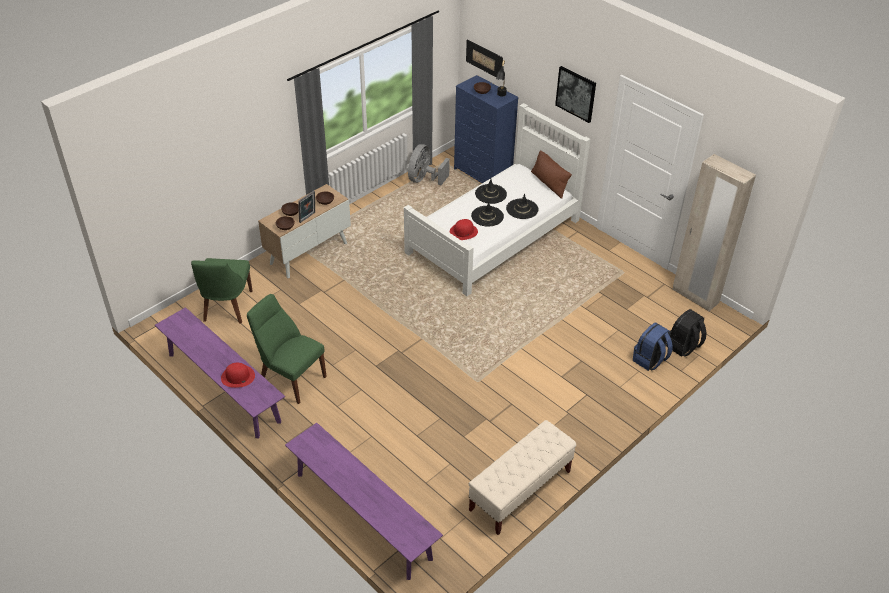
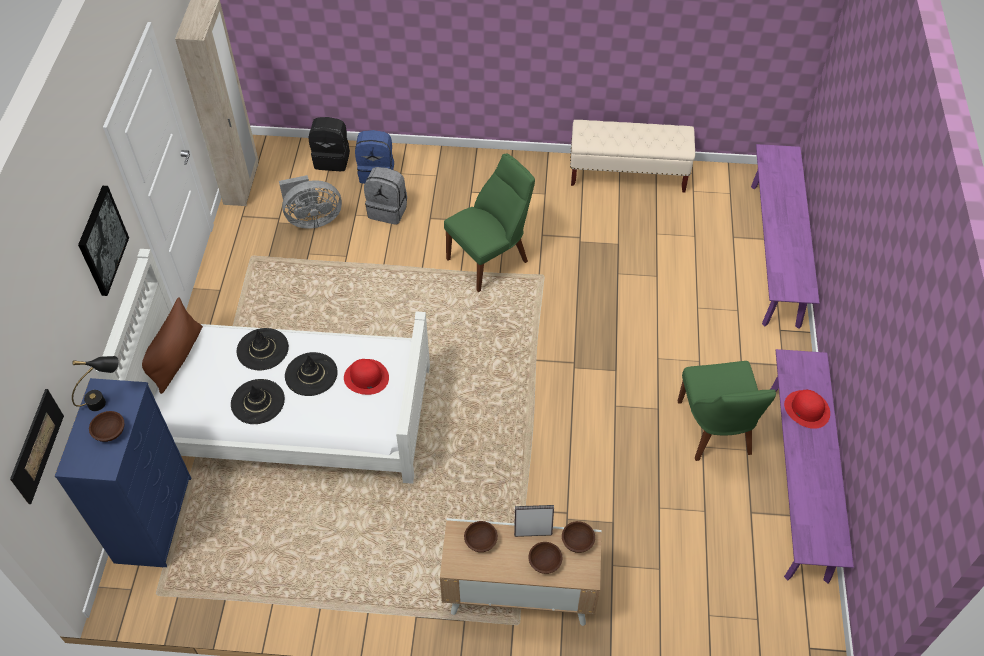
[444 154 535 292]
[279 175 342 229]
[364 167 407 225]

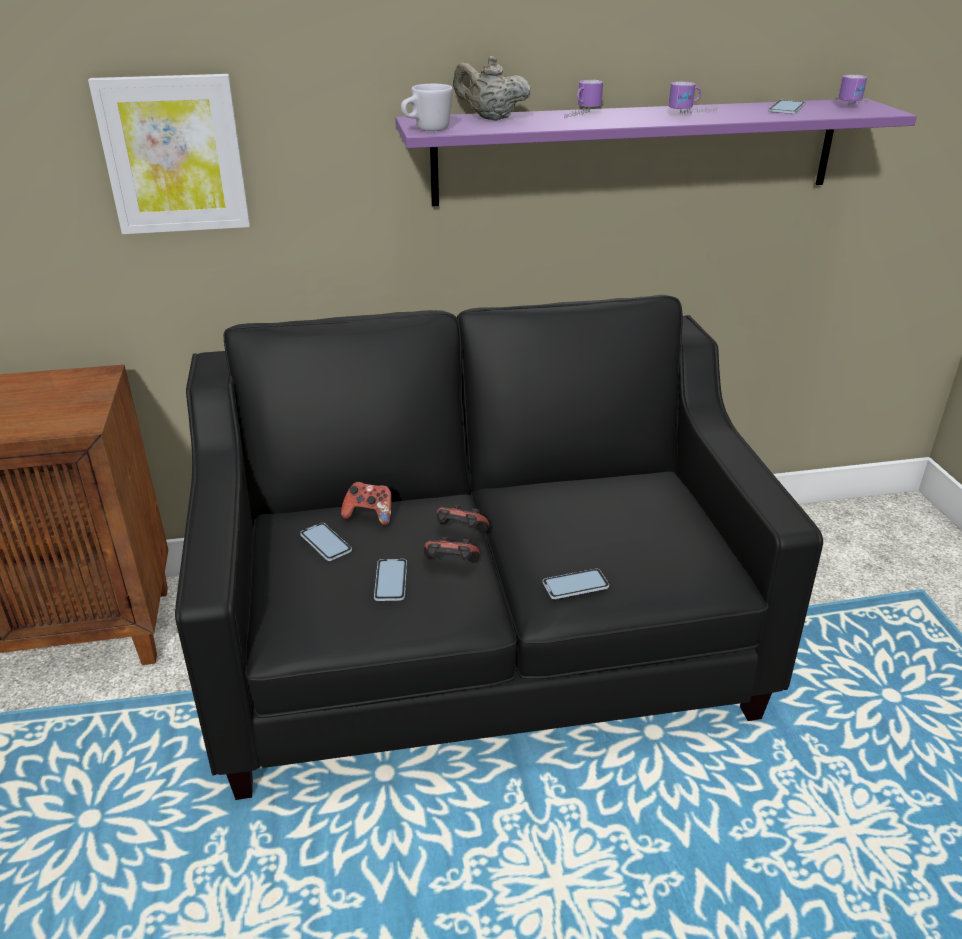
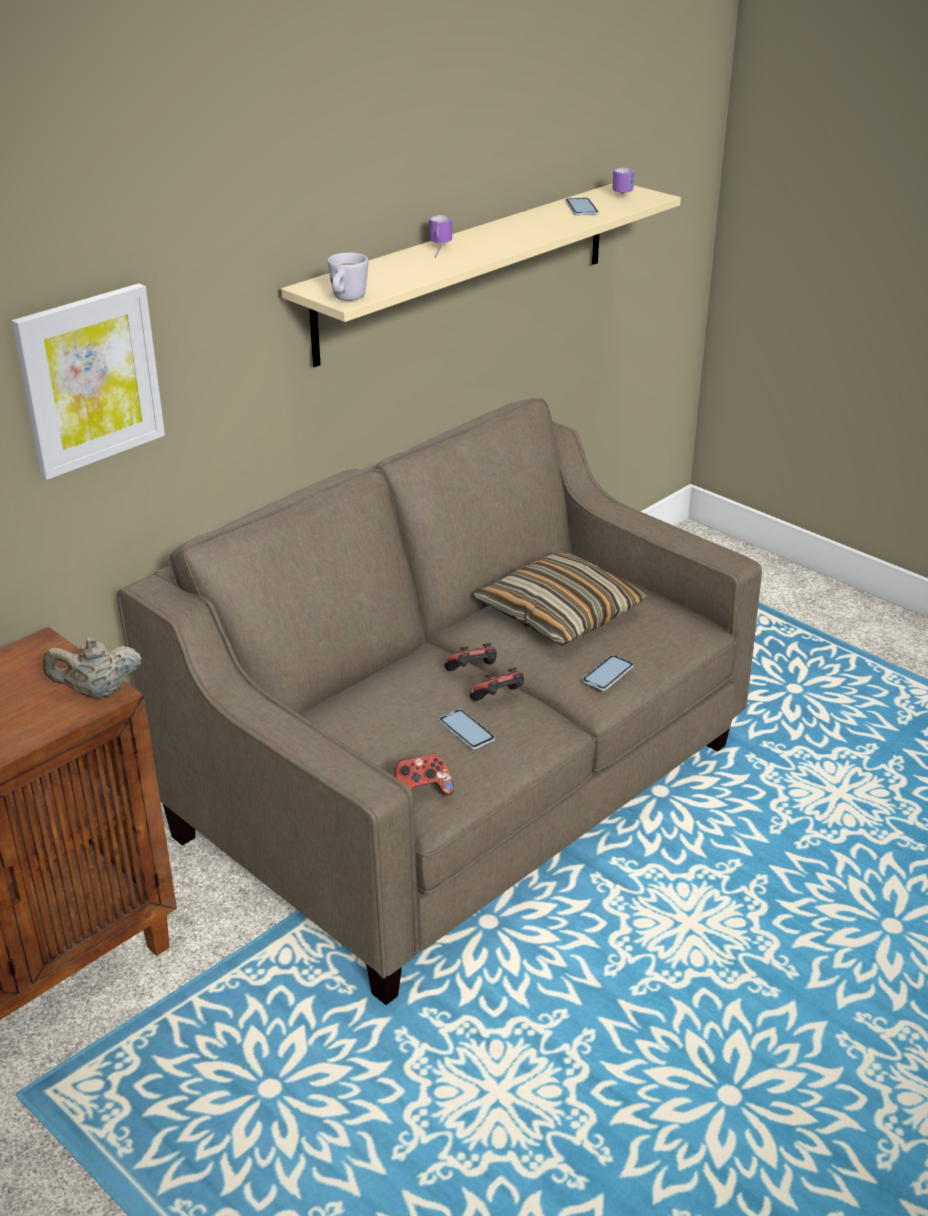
[117 398 762 1005]
[300 523 352 561] (first image)
[394 753 454 795]
[281 183 681 367]
[43 637 142 698]
[669 81 717 114] (first image)
[474 551 647 646]

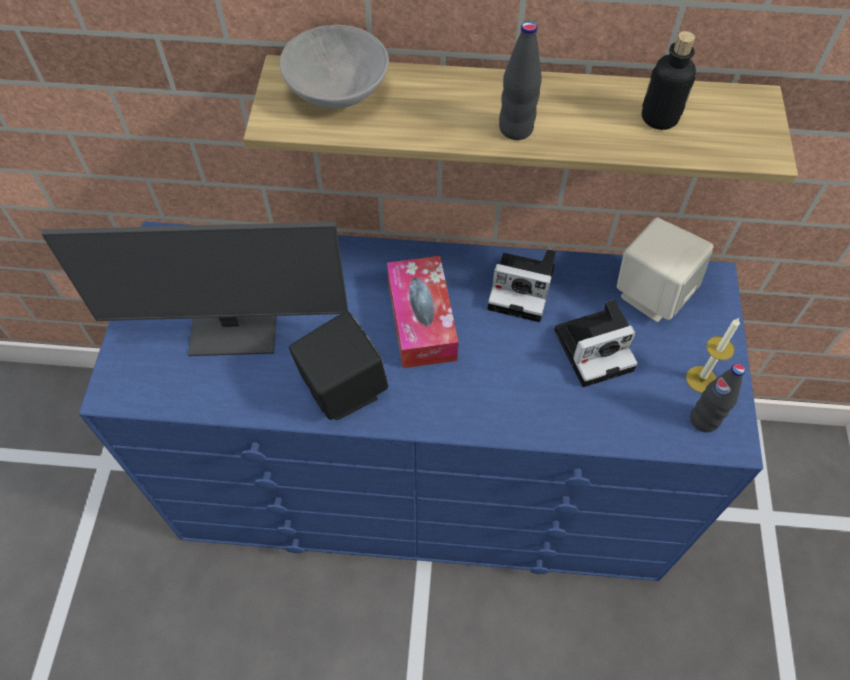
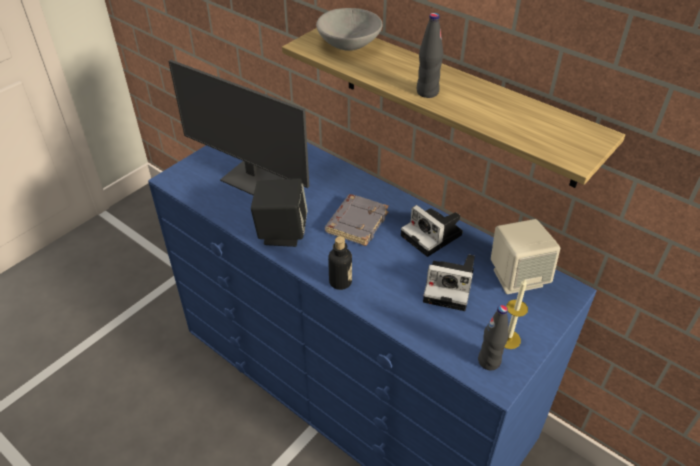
[325 194 389 246]
[328 236 352 290]

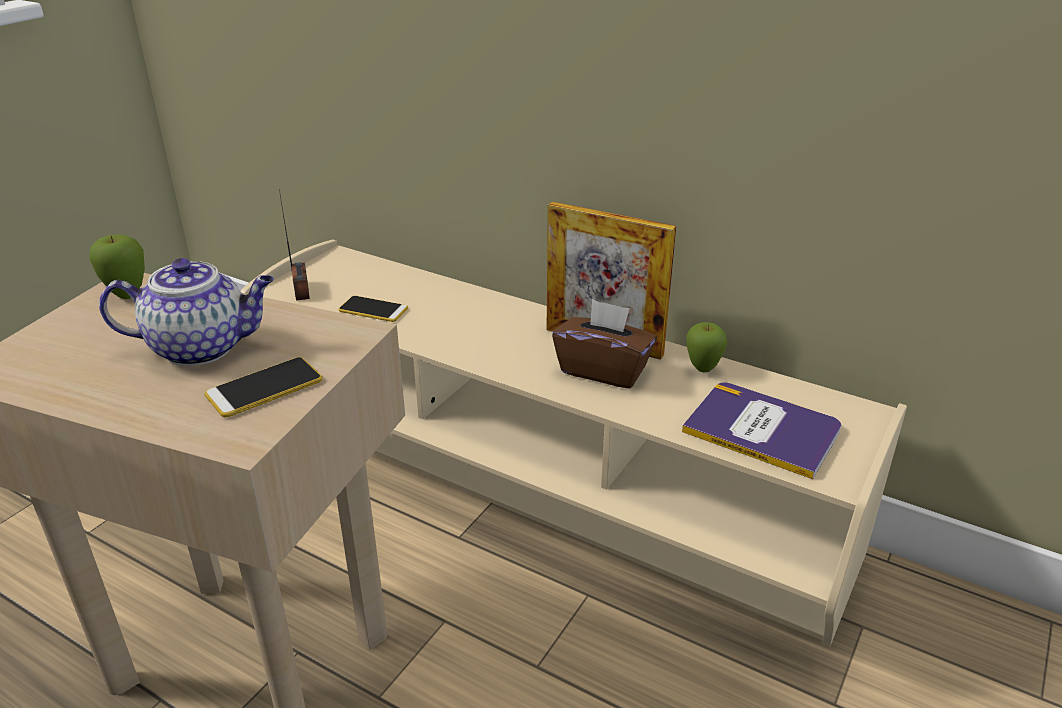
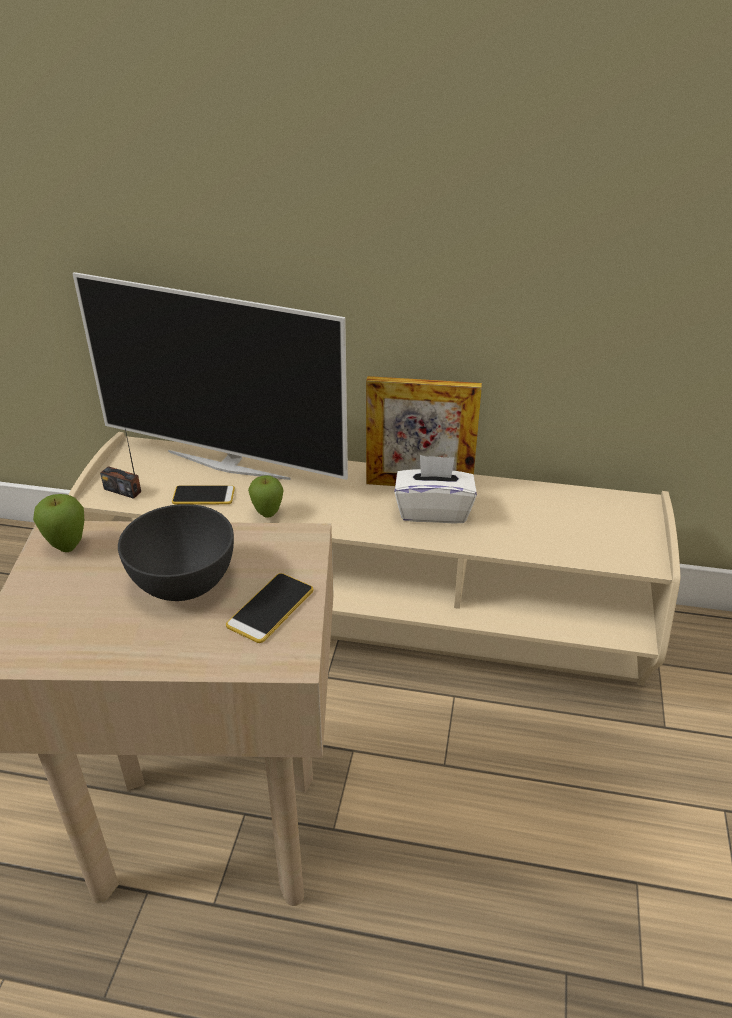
[118 504 234 601]
[100 409 141 499]
[394 455 477 524]
[682 382 841 479] (first image)
[248 475 284 518]
[72 272 348 480]

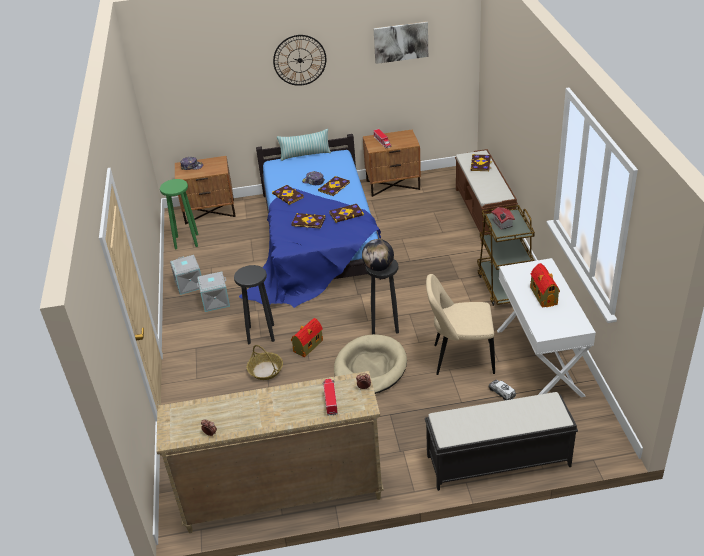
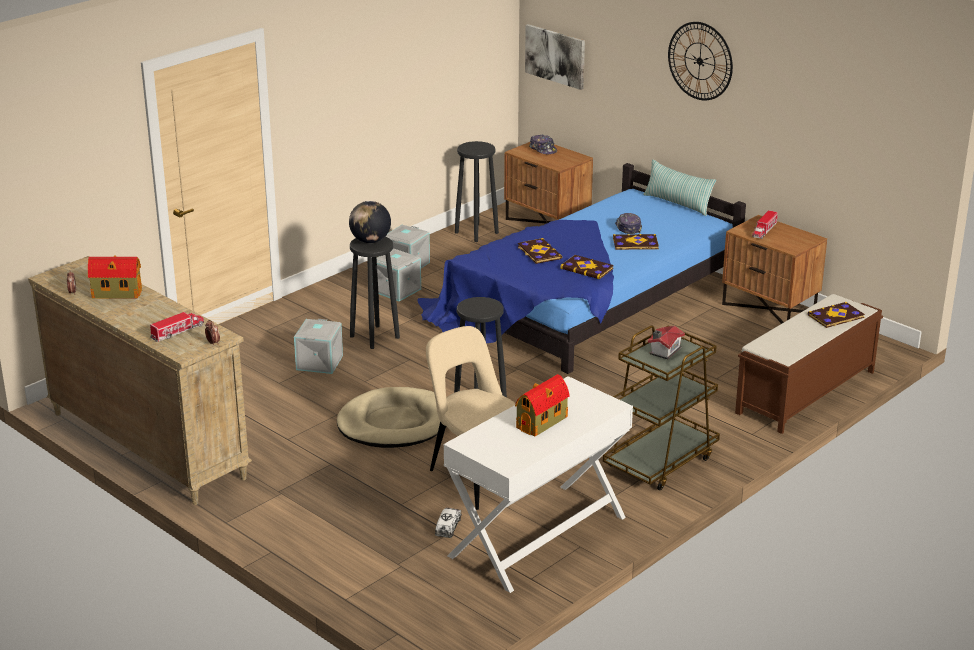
[455 141 499 242]
[294 319 343 374]
[272 185 304 205] (first image)
[88 255 142 298]
[349 201 391 243]
[525 24 585 90]
[425 392 578 491] (first image)

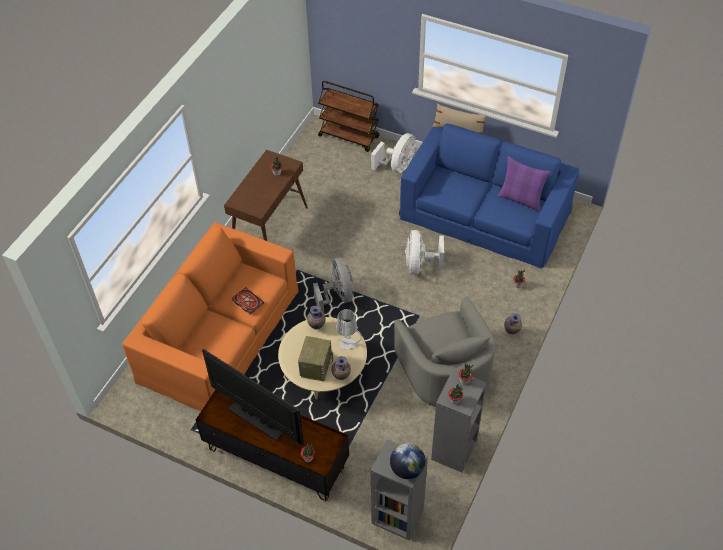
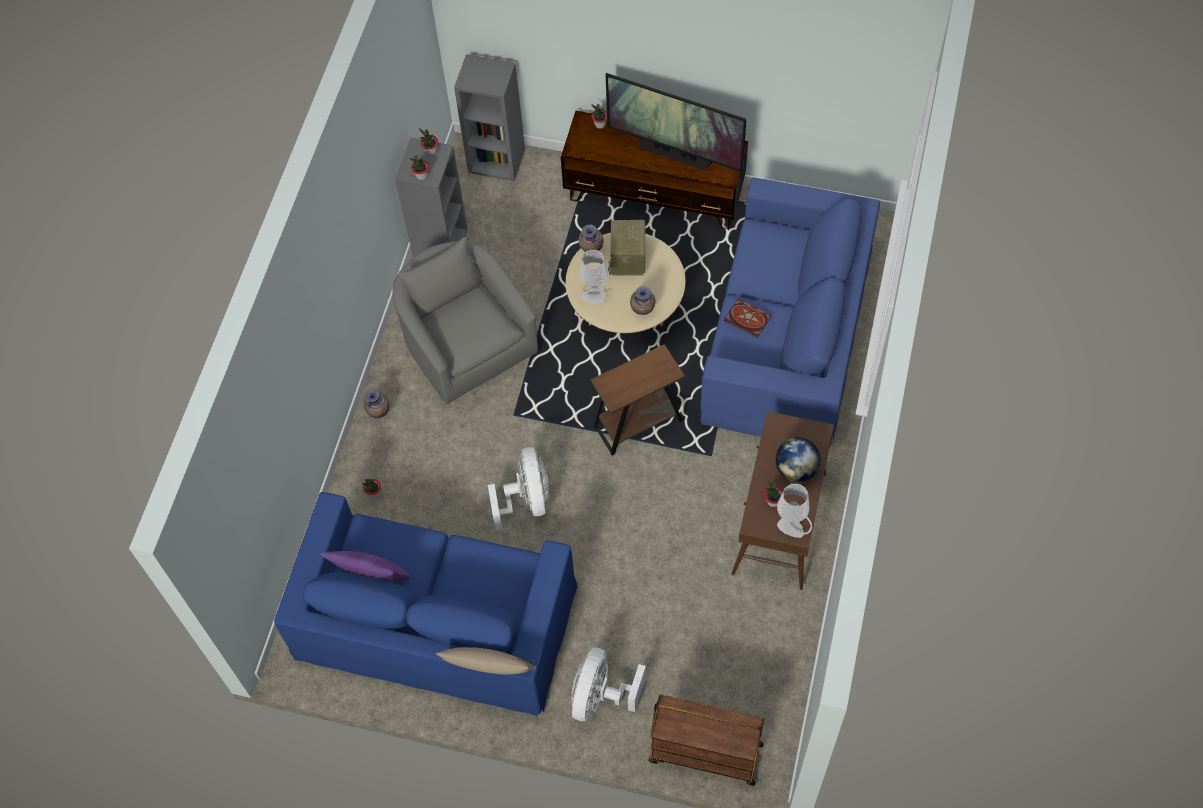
[698 177 880 448]
[590 344 685 456]
[775 437 820 482]
[777 484 812 538]

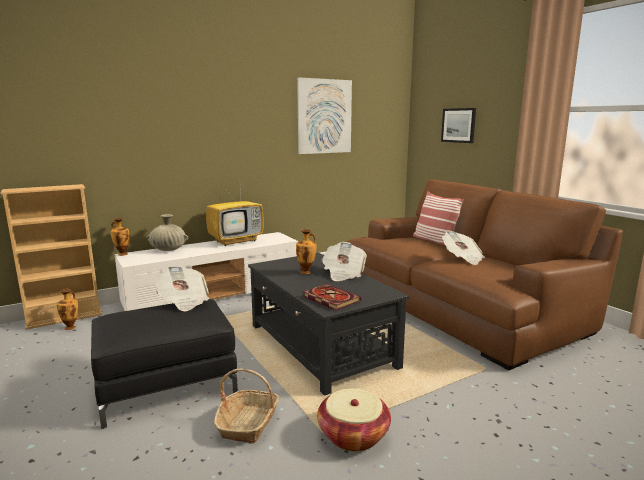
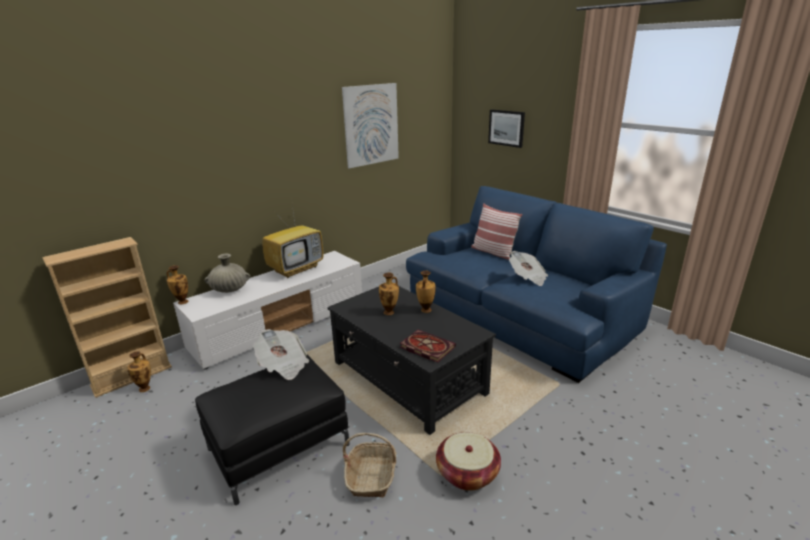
[416 270 436 313]
[406 186 667 383]

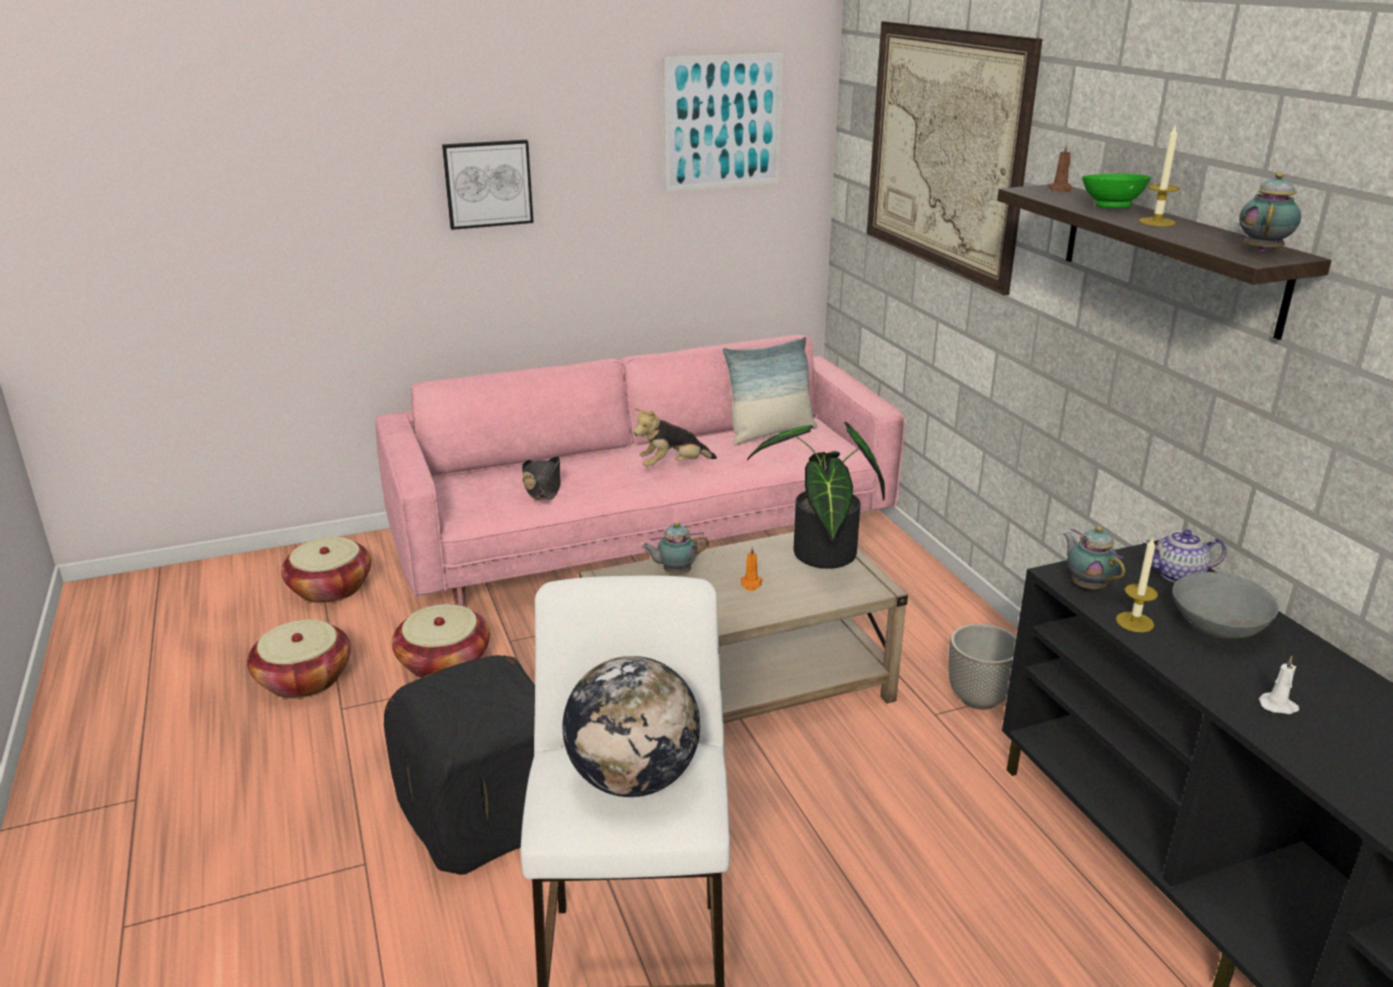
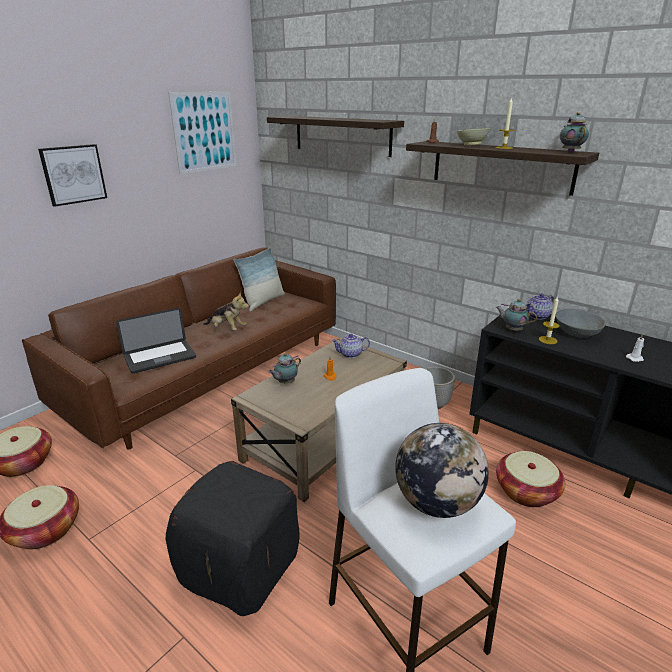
[22 248 336 450]
[496 451 565 507]
[116 308 196 374]
[203 293 249 330]
[332 334 370 358]
[267 116 404 157]
[457 128 490 146]

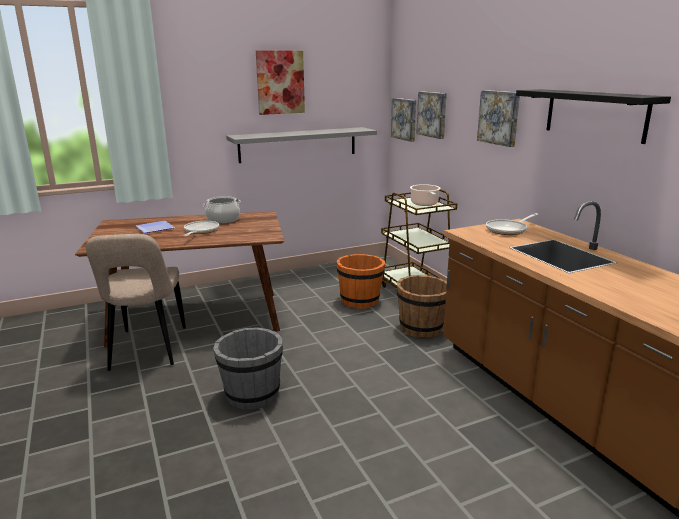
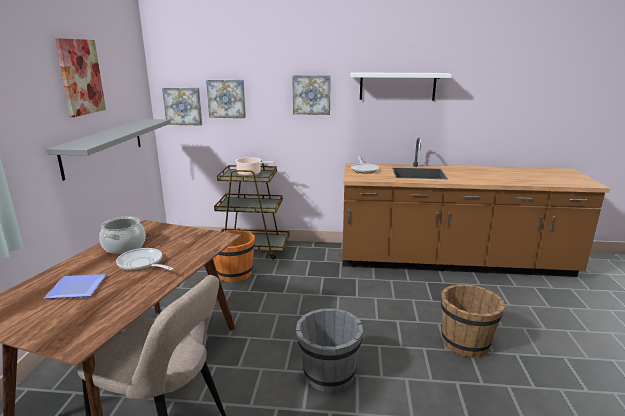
[441 284 505 358]
[350 72 452 101]

